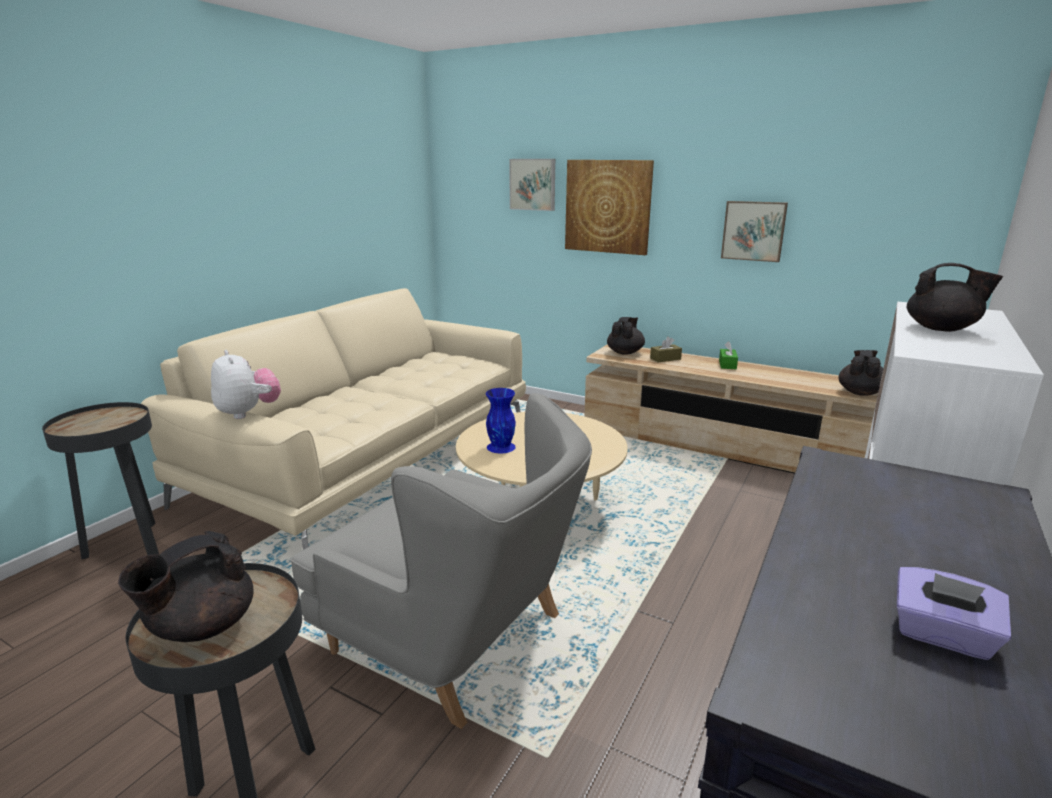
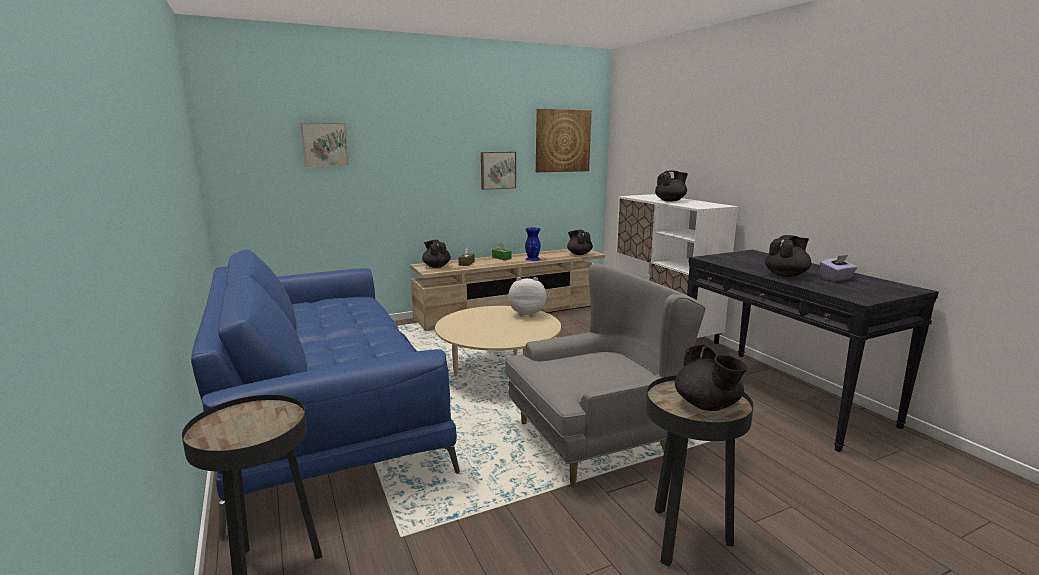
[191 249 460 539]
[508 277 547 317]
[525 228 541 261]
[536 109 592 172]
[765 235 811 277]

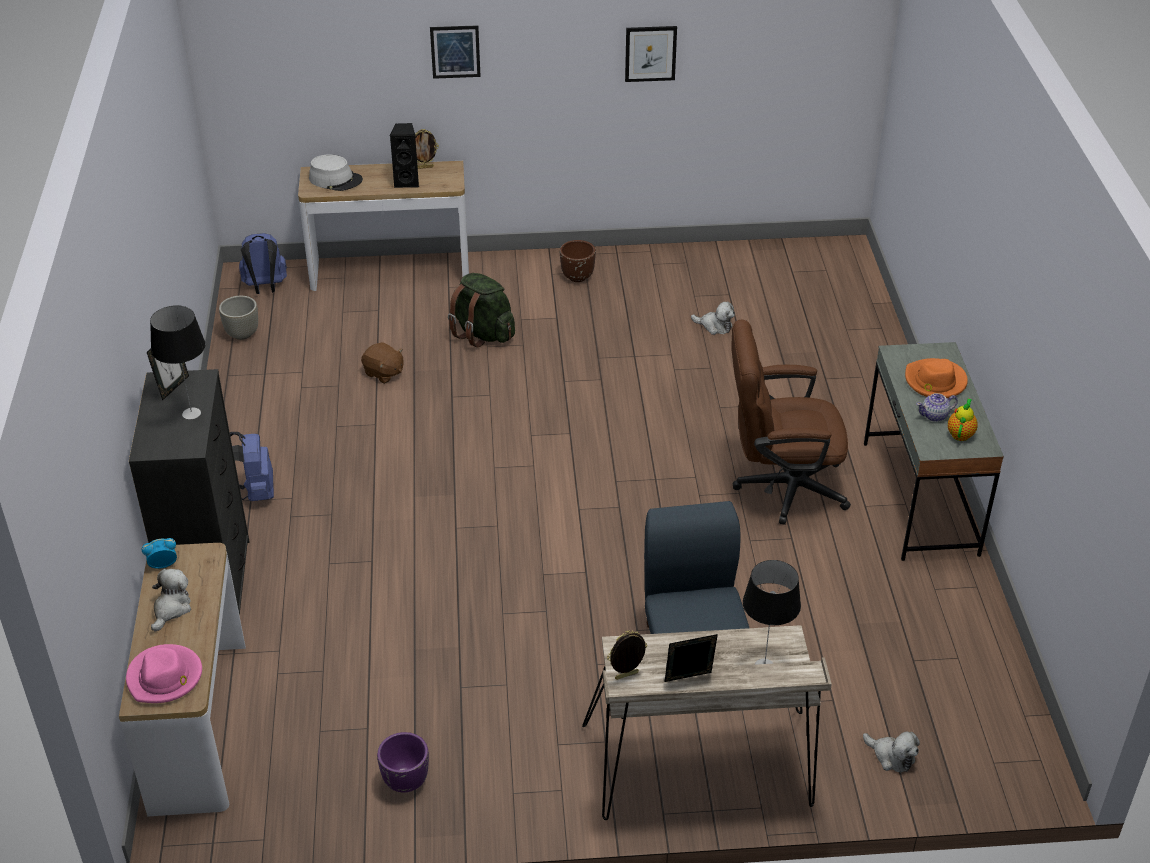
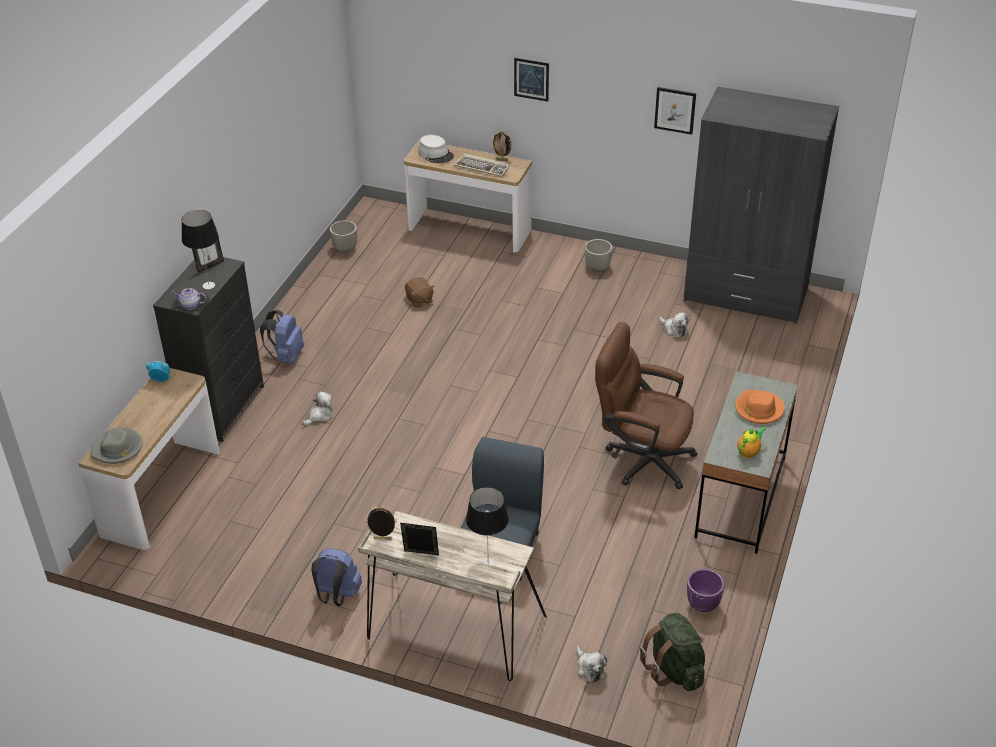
[91 427 143 464]
[303 391 333 426]
[312 548 362 606]
[687 569 724 612]
[454 154 509 177]
[640 613 705 691]
[585 239 613 272]
[172 288 207 310]
[684 87 839 324]

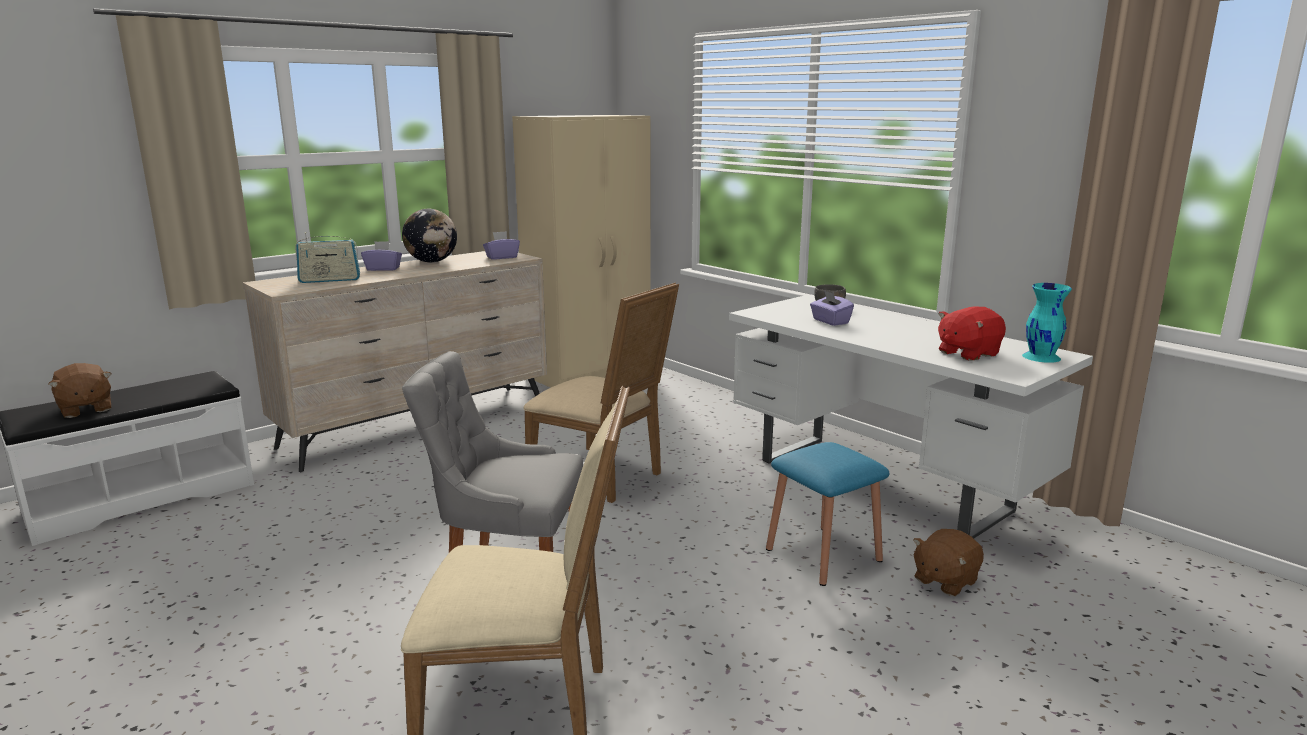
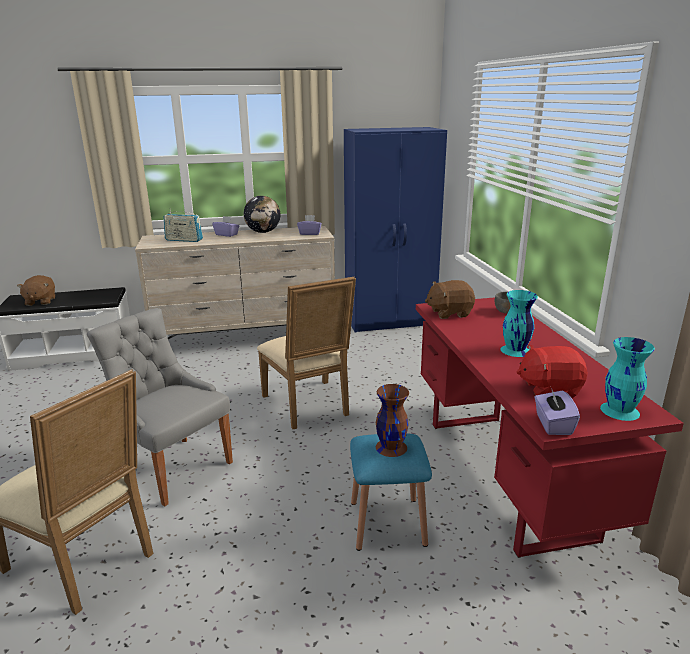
[344 127 447 332]
[416 297 684 558]
[534 388 580 435]
[425 280 475 319]
[376 384 409 457]
[500 290 538 357]

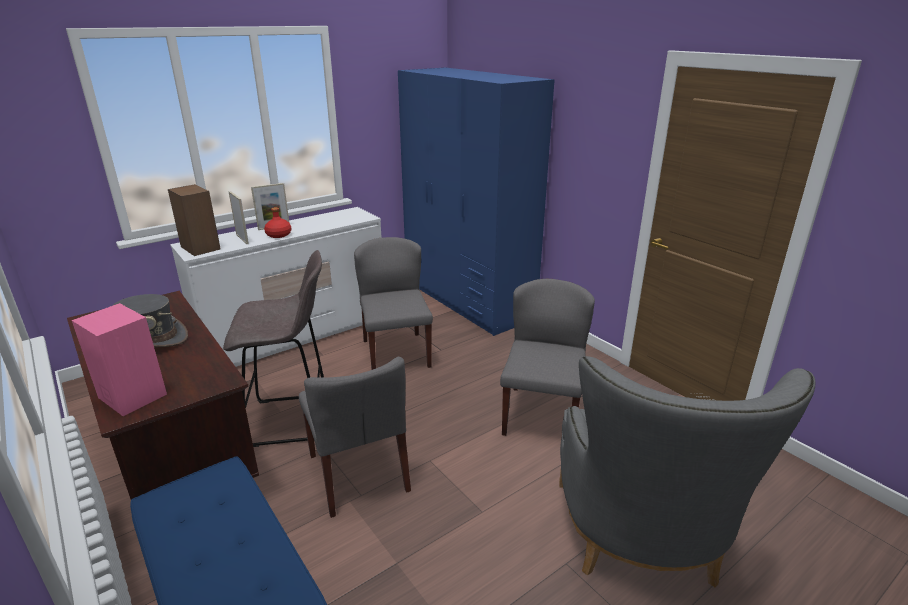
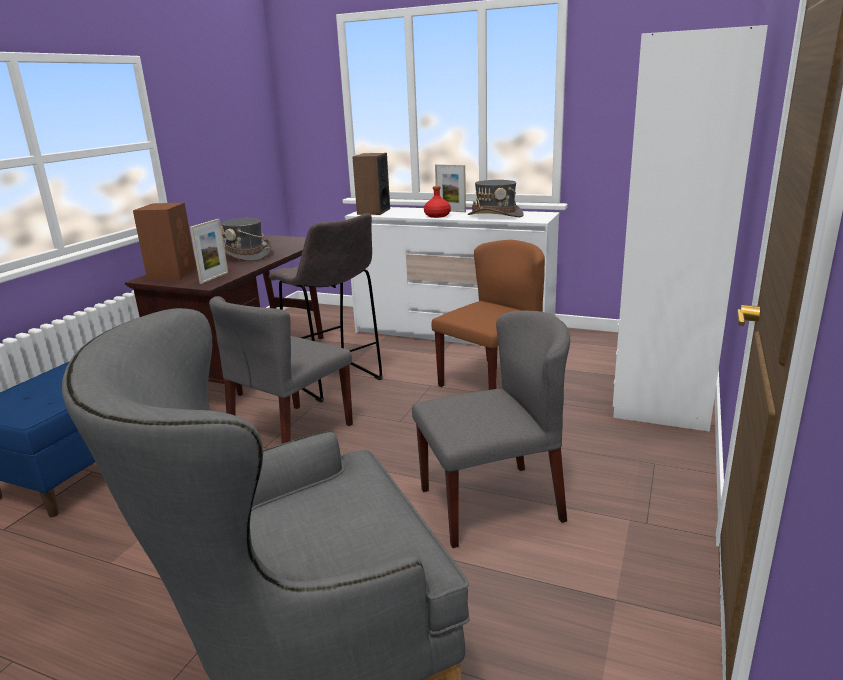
[133 203 196 280]
[190 219 228 284]
[431 240 545 390]
[613 25 768 432]
[468 180 524 217]

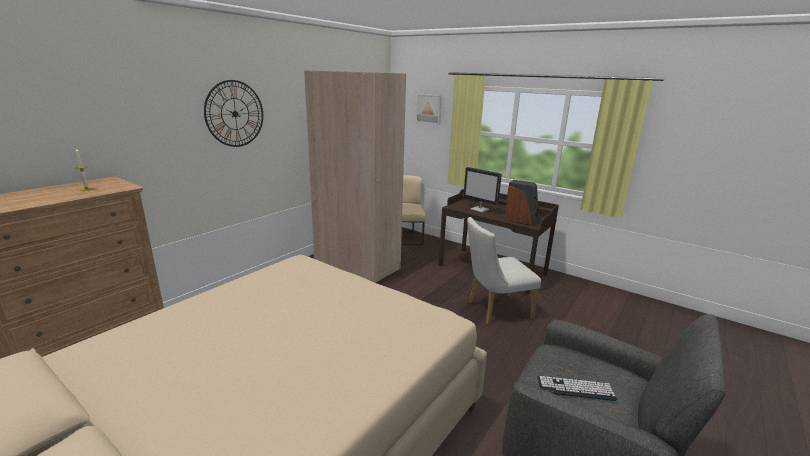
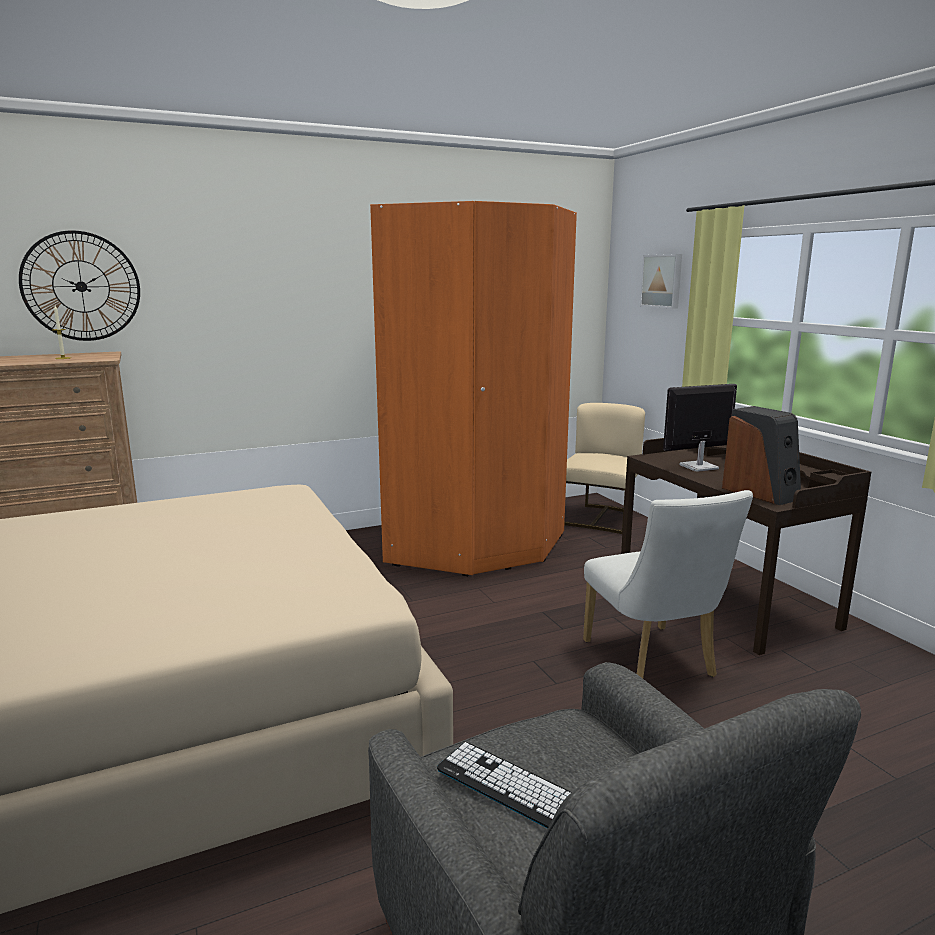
[19 230 140 341]
[370 201 577 576]
[663 384 737 472]
[583 490 753 678]

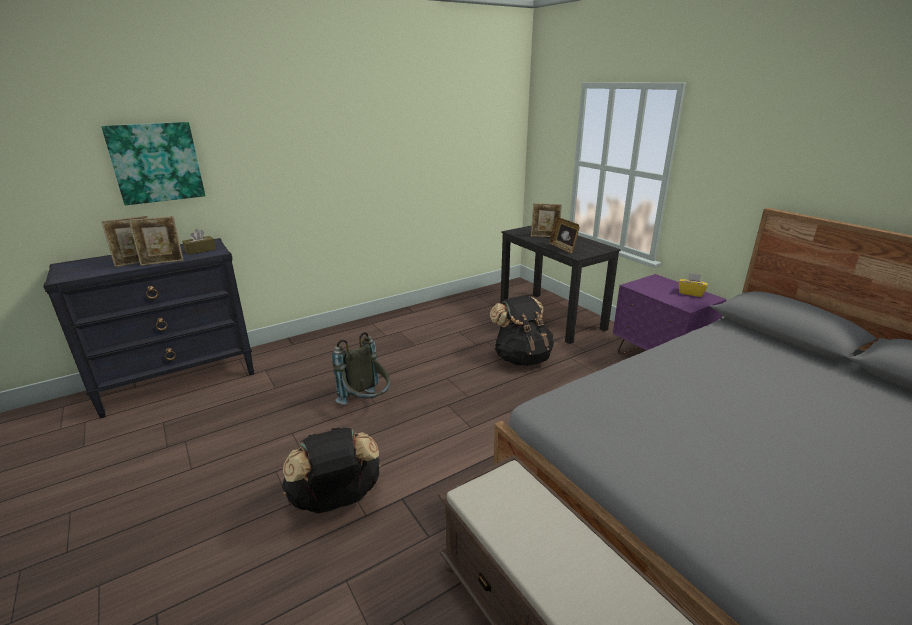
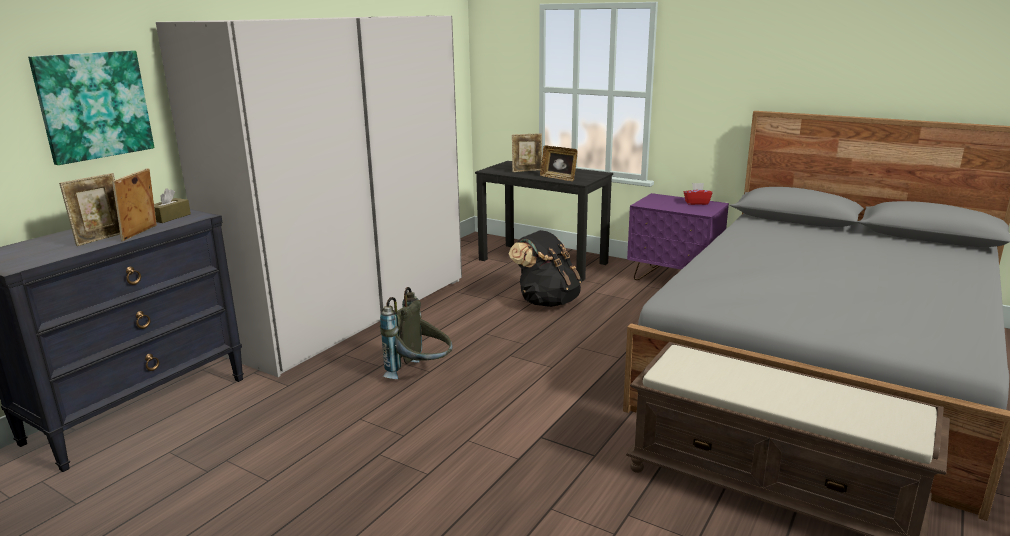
[112 168 157 241]
[282 427 381 513] (first image)
[684 183 712 205]
[156 15 462 377]

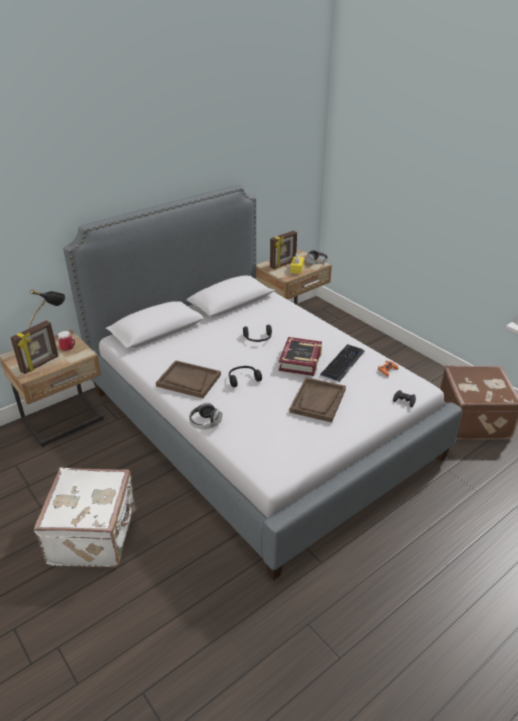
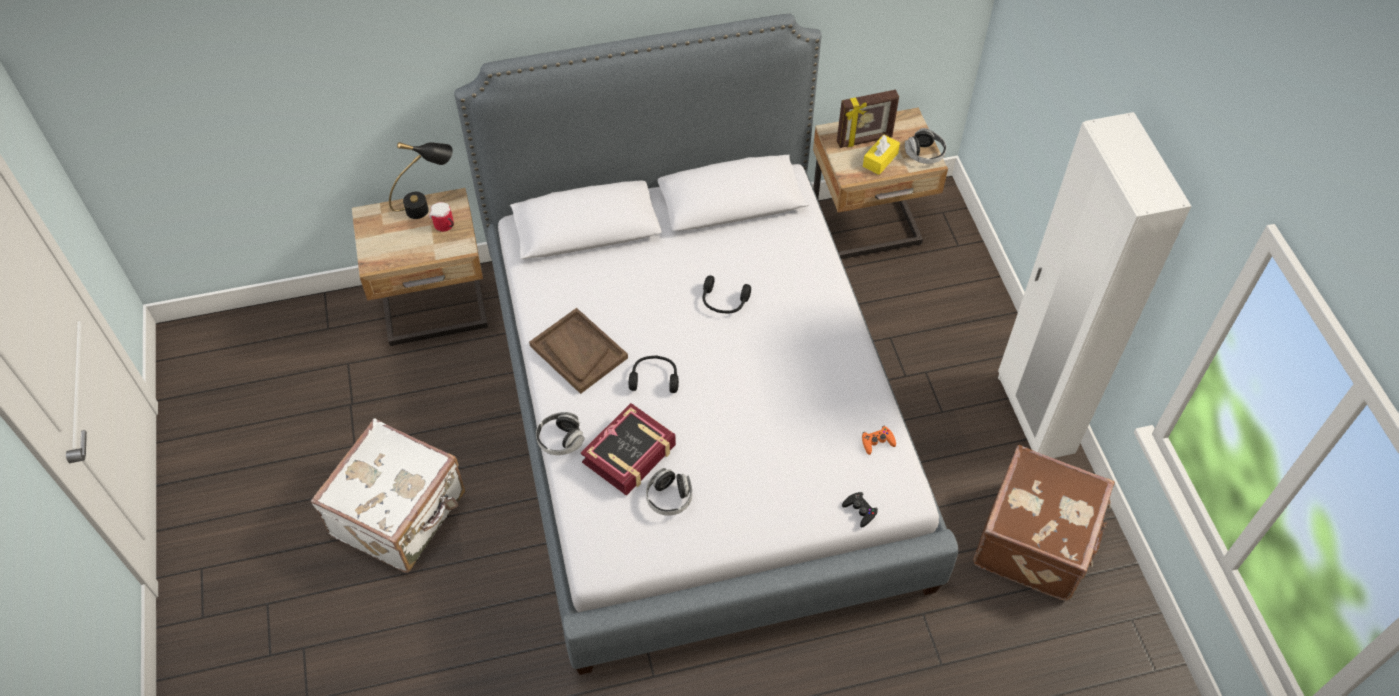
[11 320 58 374] (first image)
[581 403 676 496]
[289 377 346 423] (first image)
[320 344 365 382] (first image)
[646 468 692 516]
[998 112 1191 458]

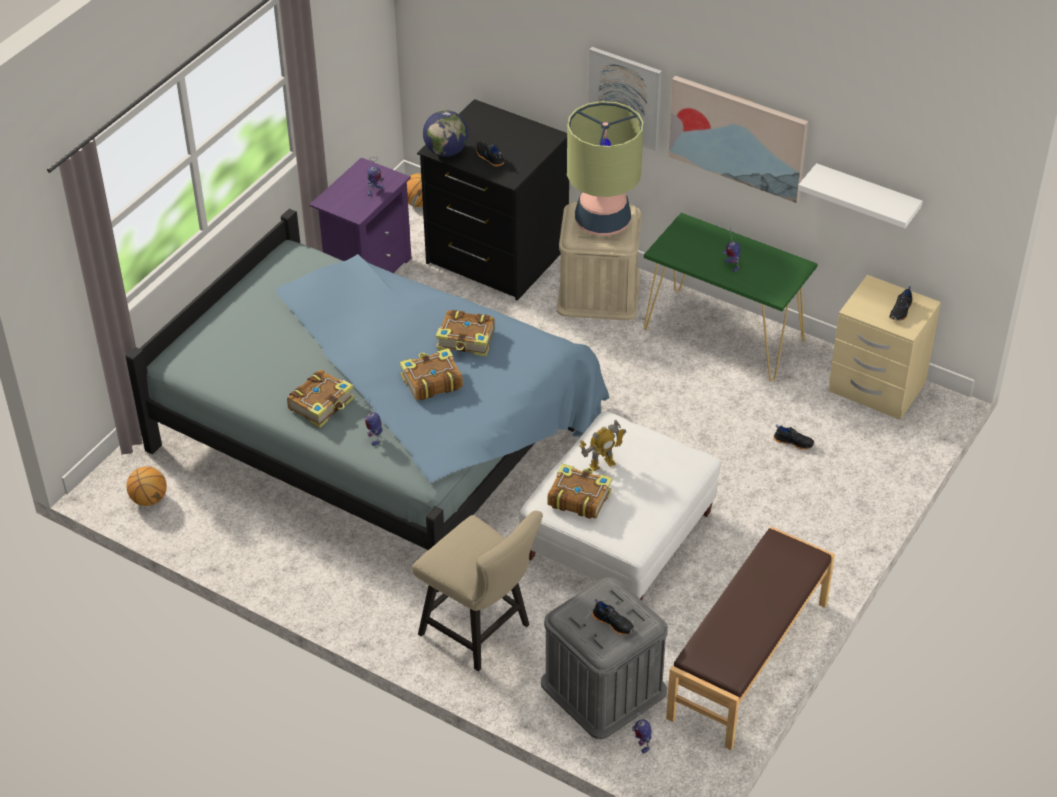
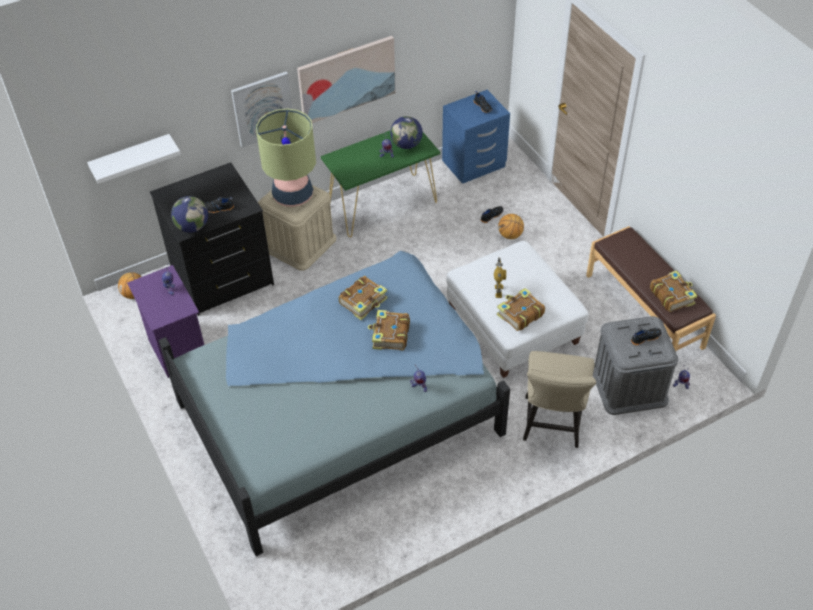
[498 214 524 239]
[650 270 698 312]
[523 351 596 448]
[87 134 181 184]
[442 90 510 184]
[390 116 423 149]

